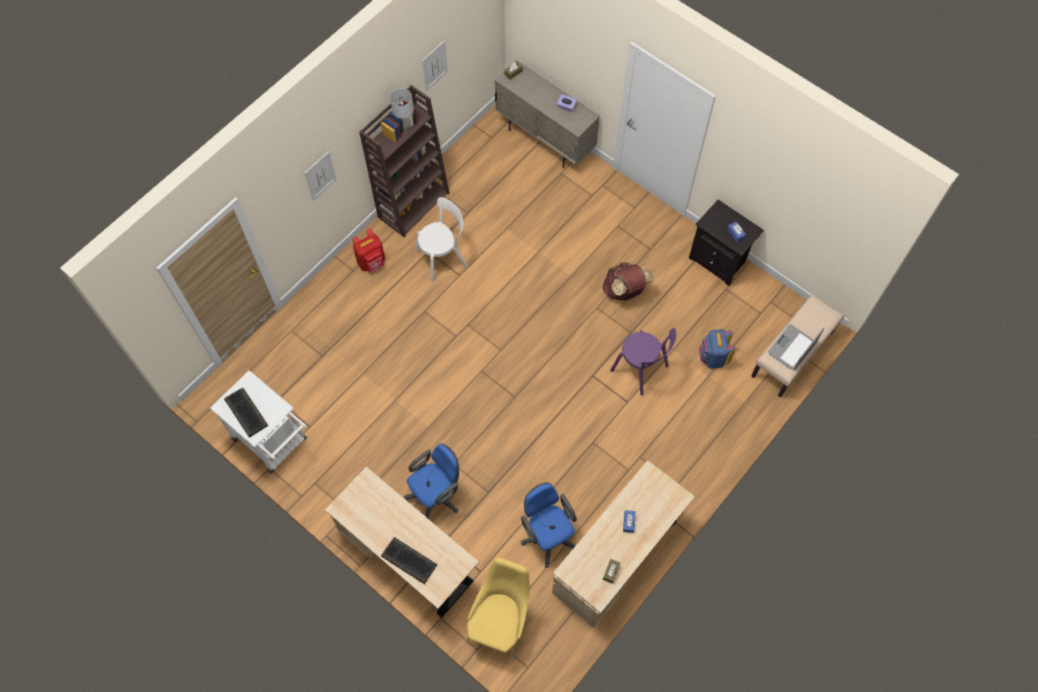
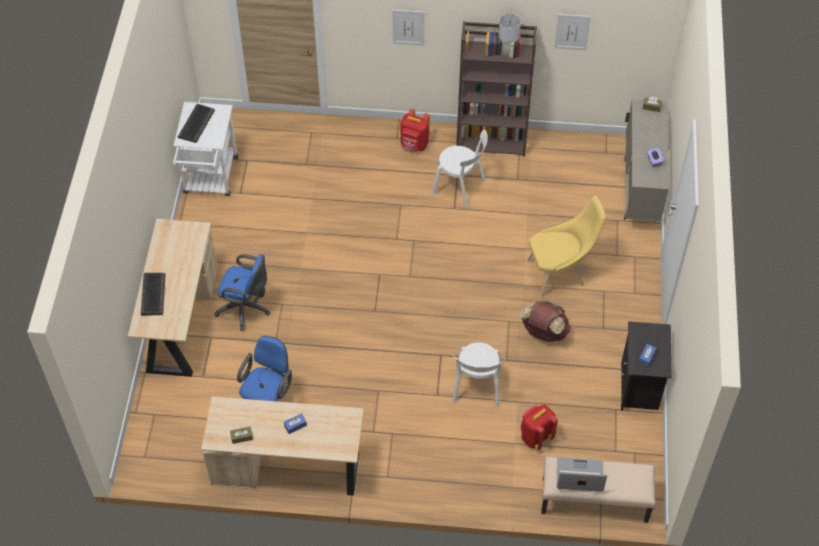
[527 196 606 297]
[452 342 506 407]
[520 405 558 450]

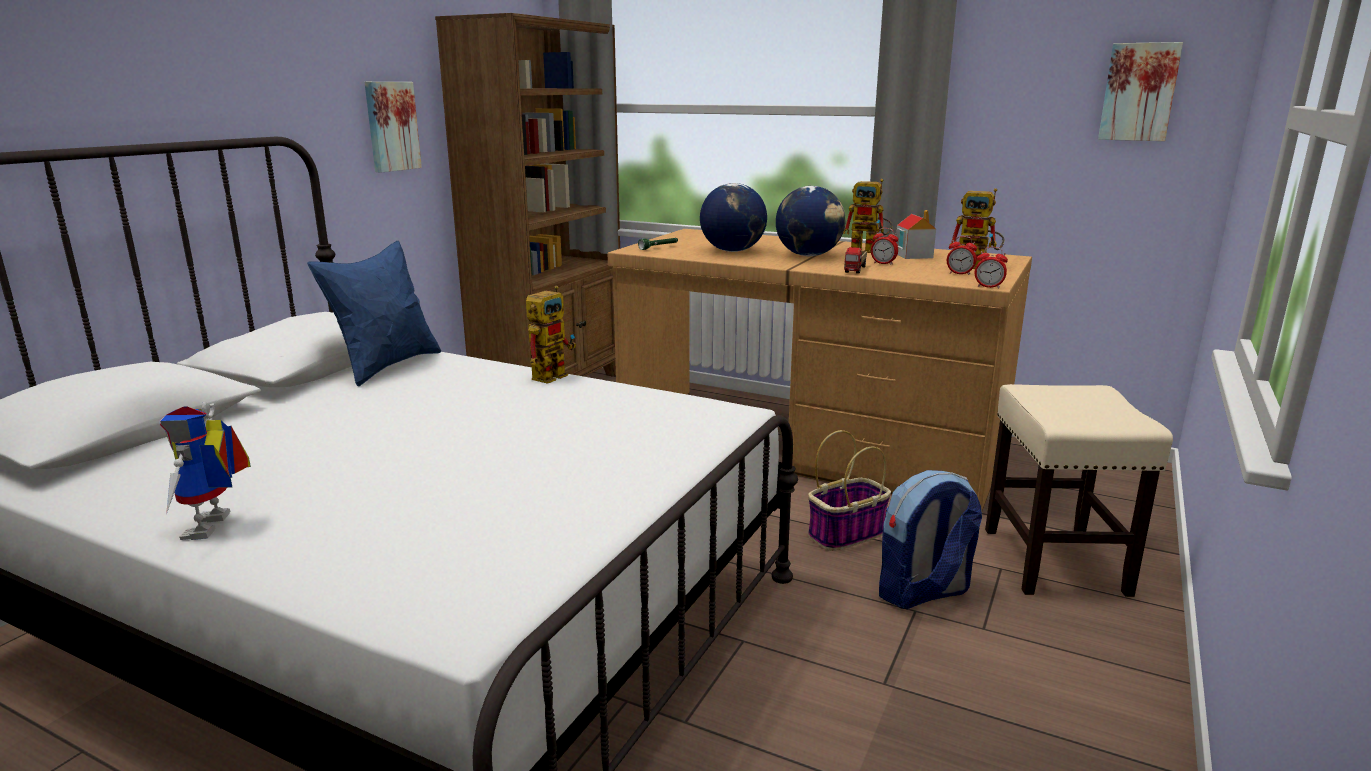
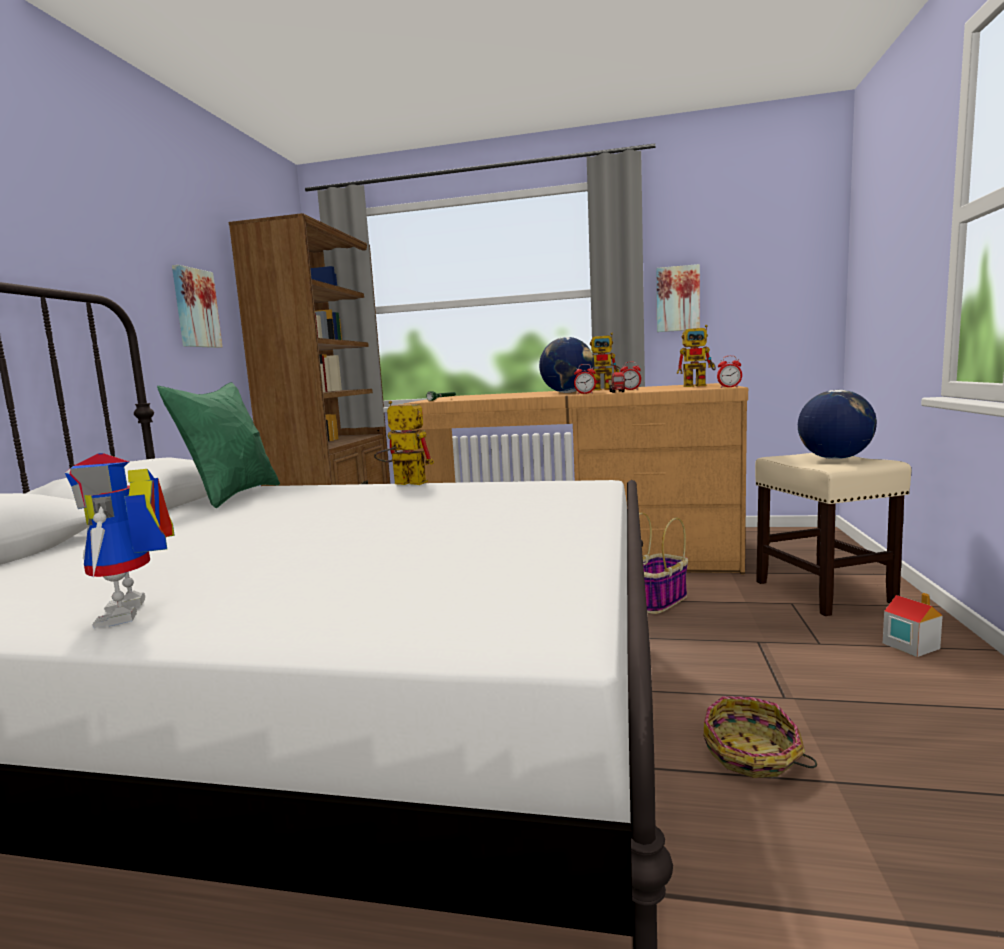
[879 470 982 609] (first image)
[704 696 817 778]
[798 390 877 459]
[883 593 943 657]
[574 364 596 394]
[656 264 700 332]
[157 382 280 508]
[374 401 434 485]

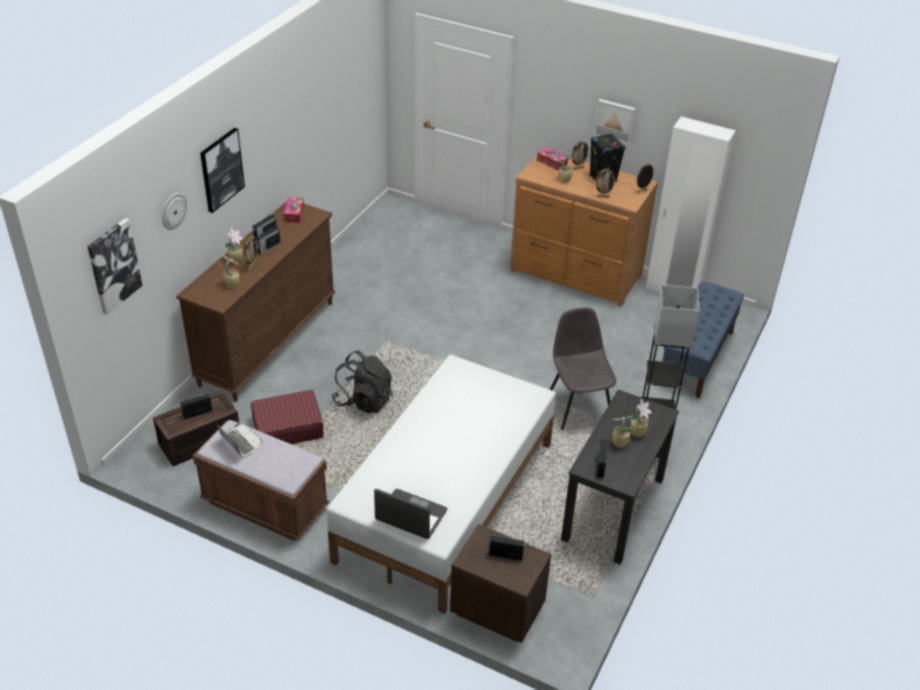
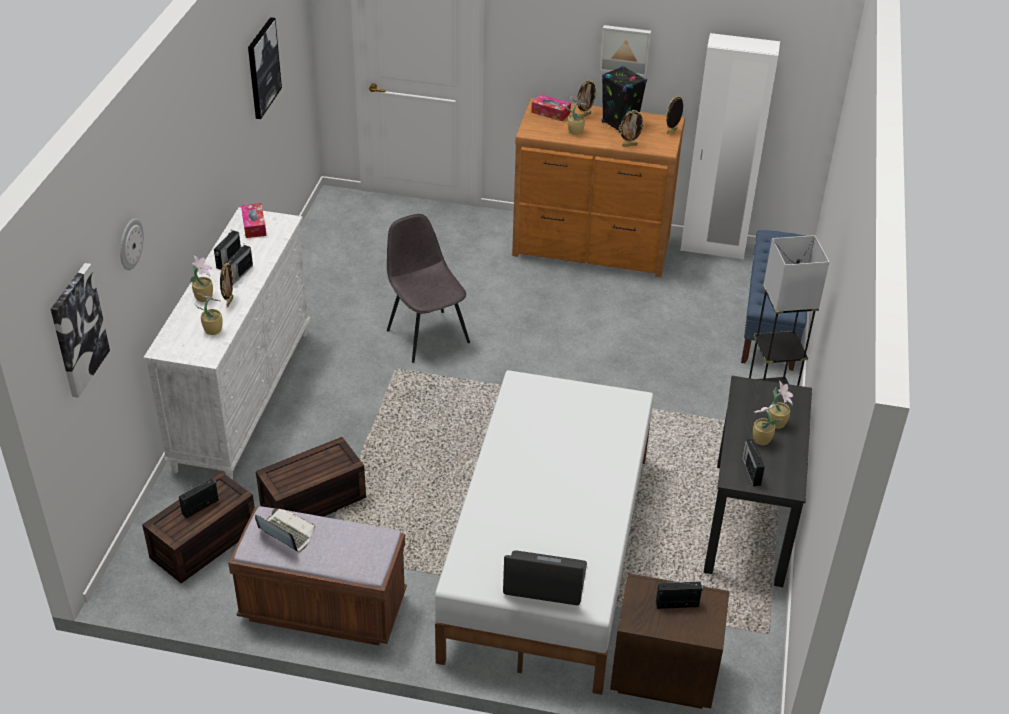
[332 351 393 413] (first image)
[248 17 282 119]
[387 214 470 363]
[256 437 366 517]
[143 207 311 480]

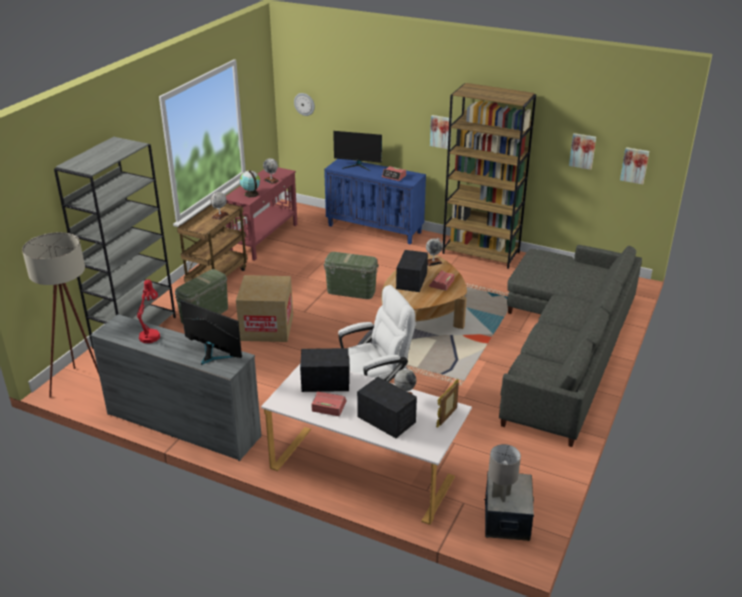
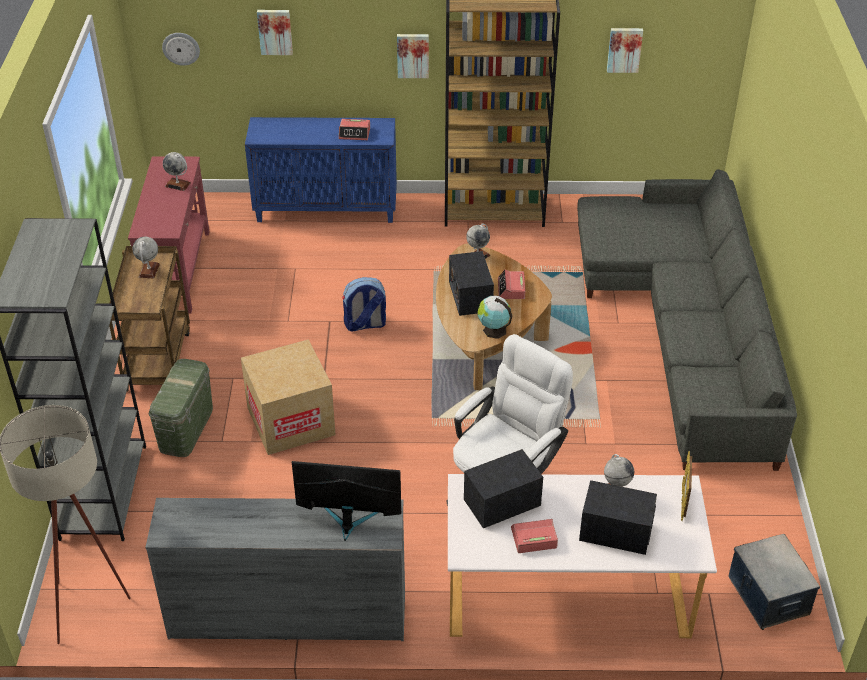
[137 279 160 343] (first image)
[333 131 382 171] (first image)
[488 444 521 502] (first image)
[477 296 512 339]
[257 10 293 55]
[342 277 386 332]

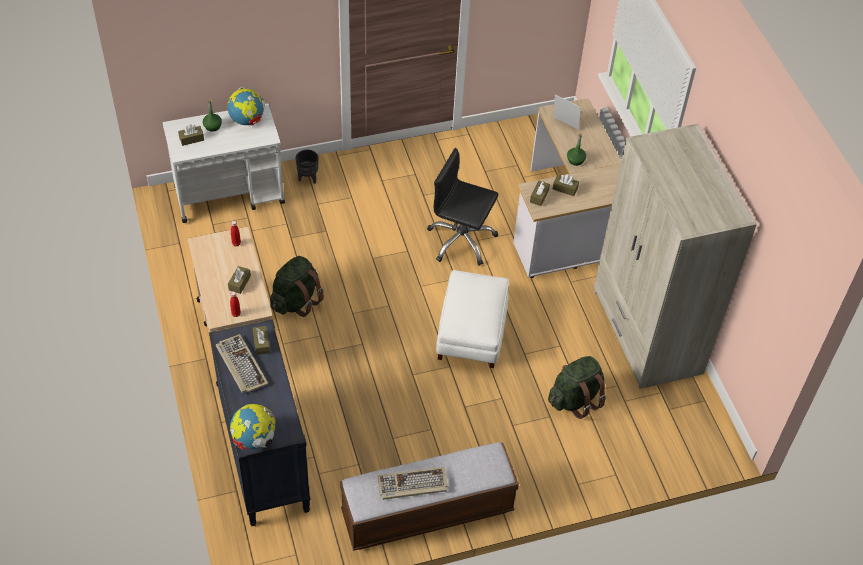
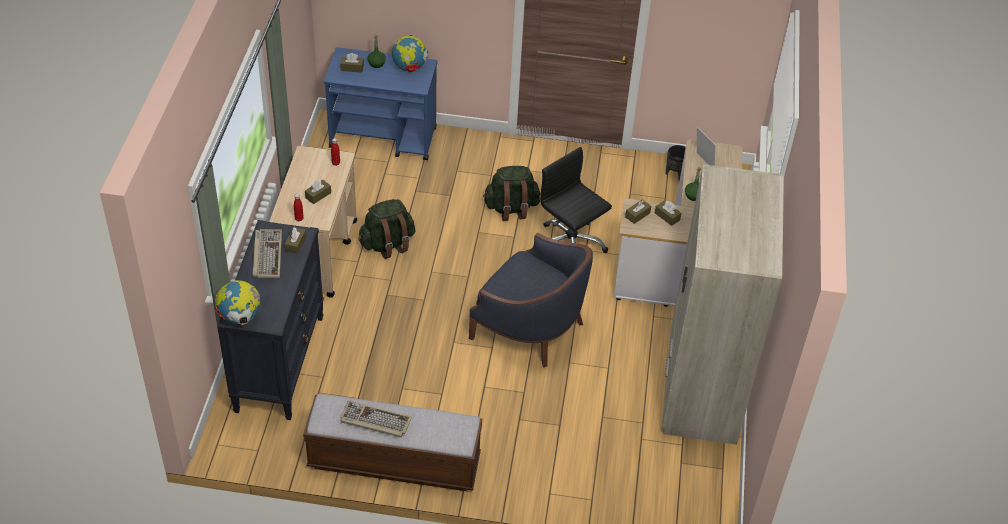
[665 145 686 181]
[483 166 540 221]
[469 232 593 367]
[324 47 437 160]

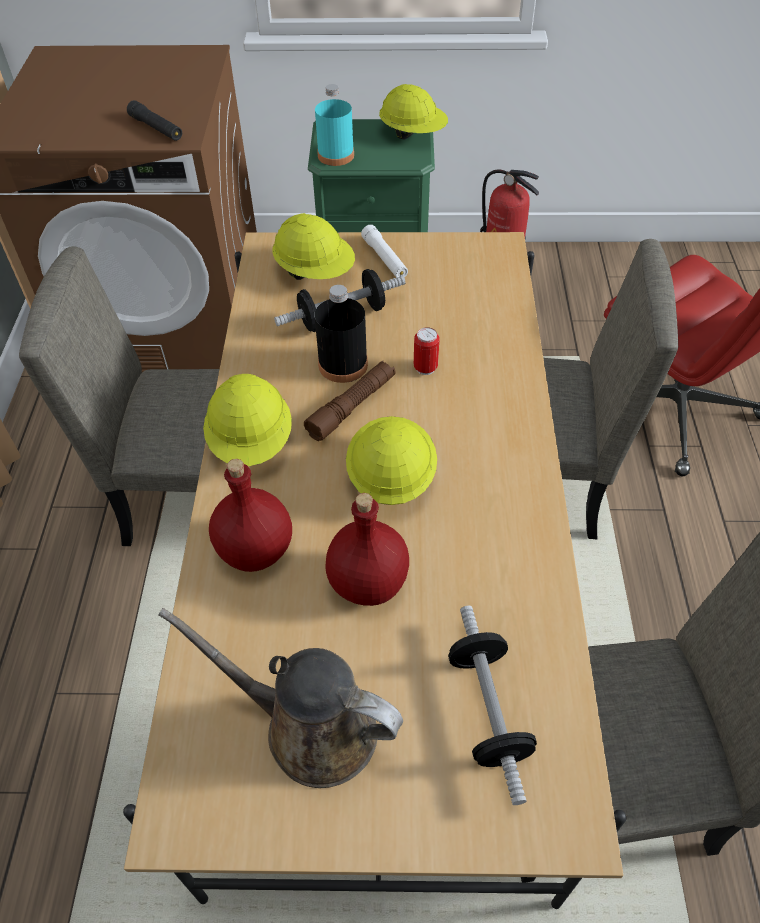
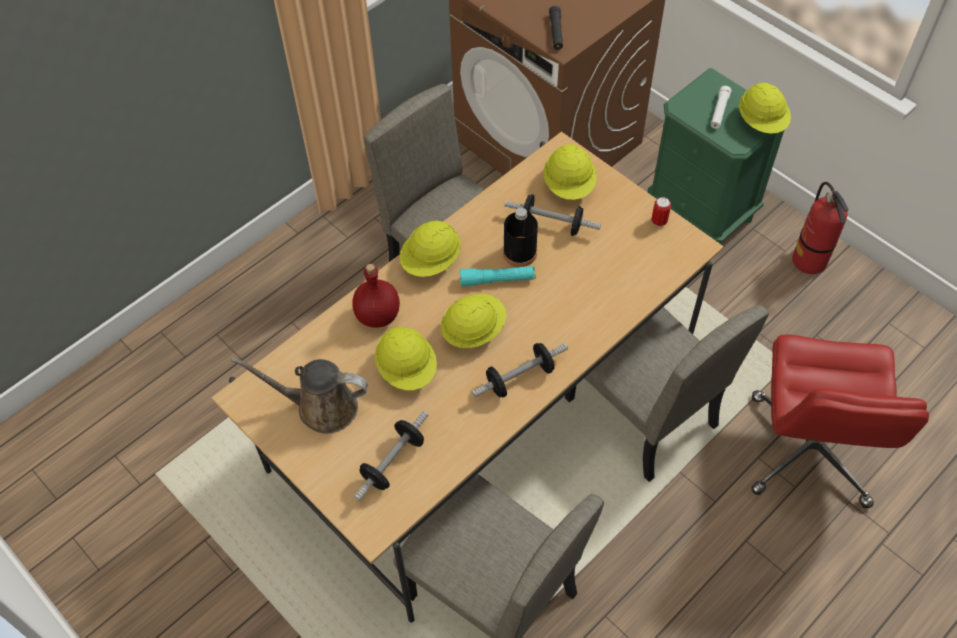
[315 84 354 166] (first image)
[471 343 568 397]
[711 86 731 129]
[652 197 671 227]
[375 327 437 390]
[460 266 536 286]
[231 357 368 434]

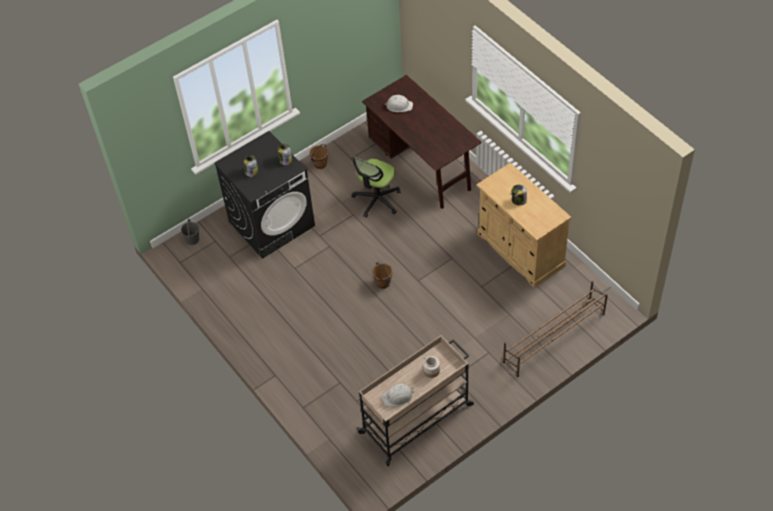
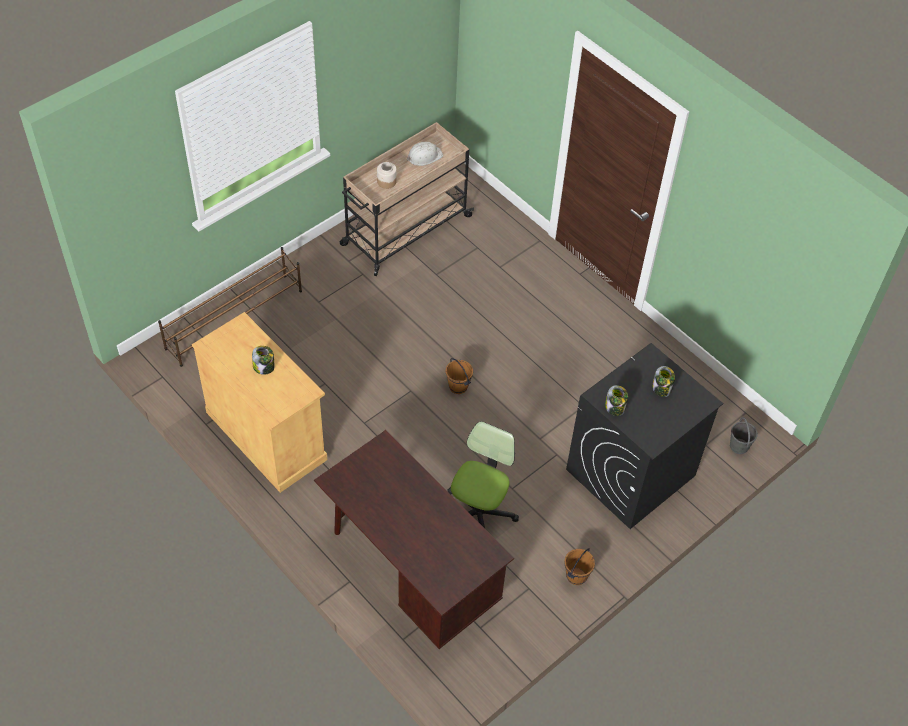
[385 95 413 112] (first image)

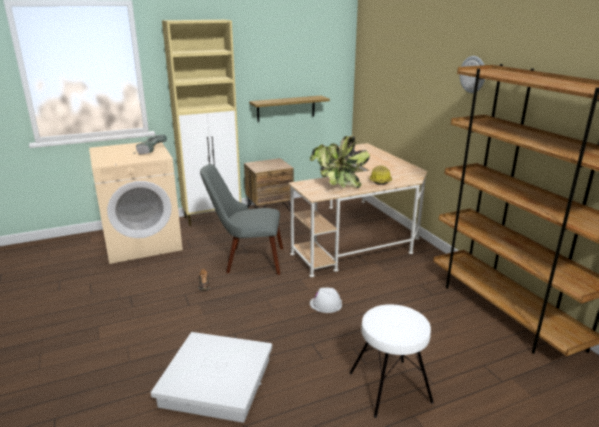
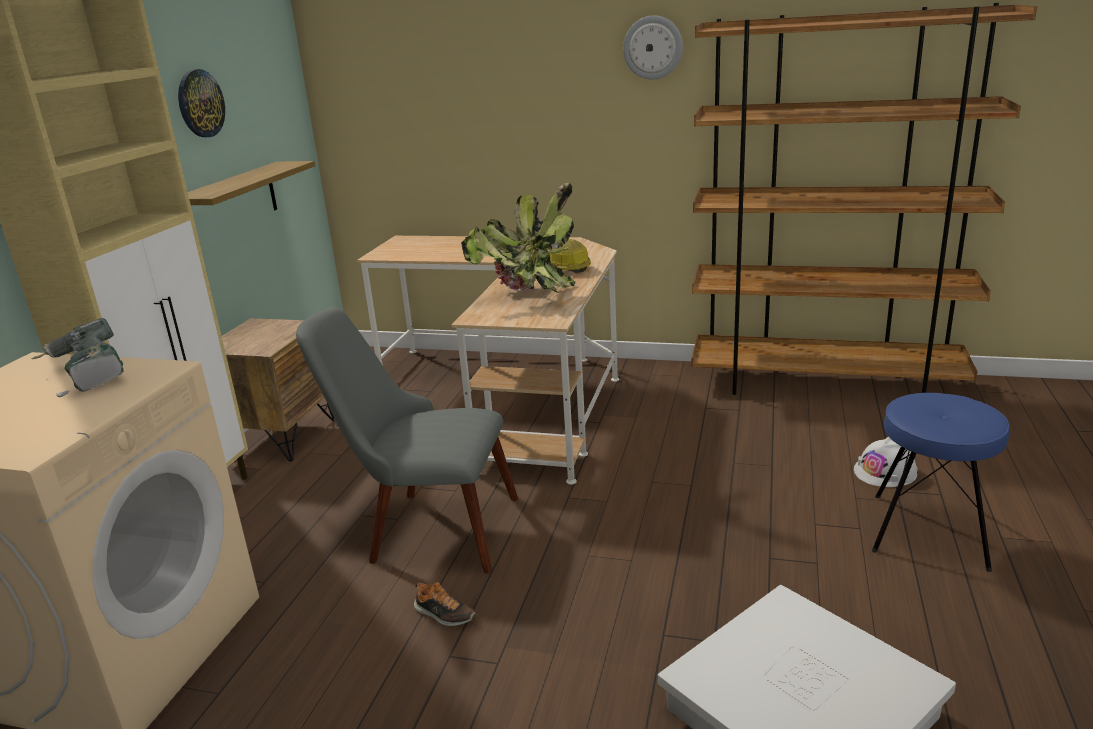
[178 69 225 137]
[854 437 917 487]
[872 393 1009 572]
[296 307 518 574]

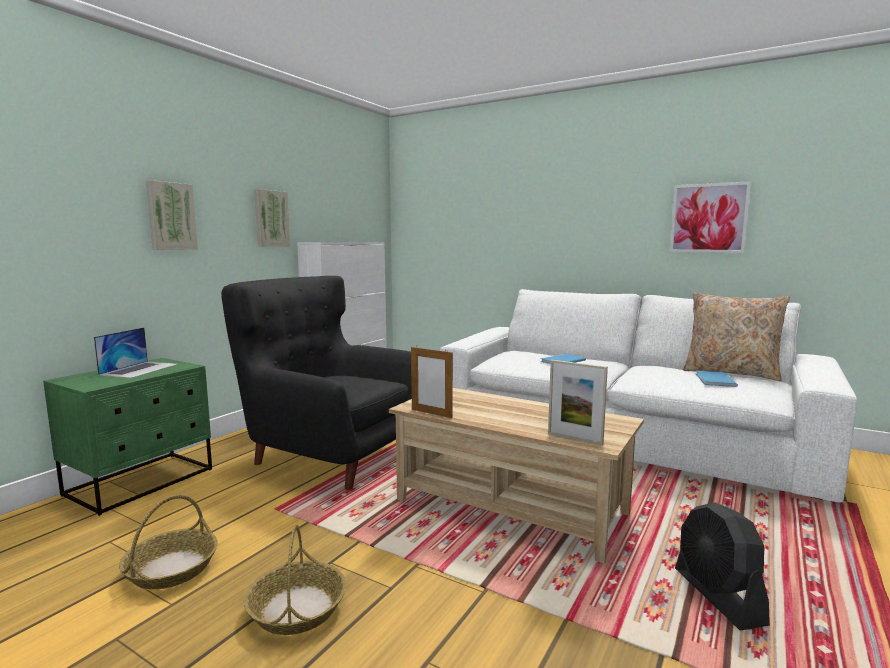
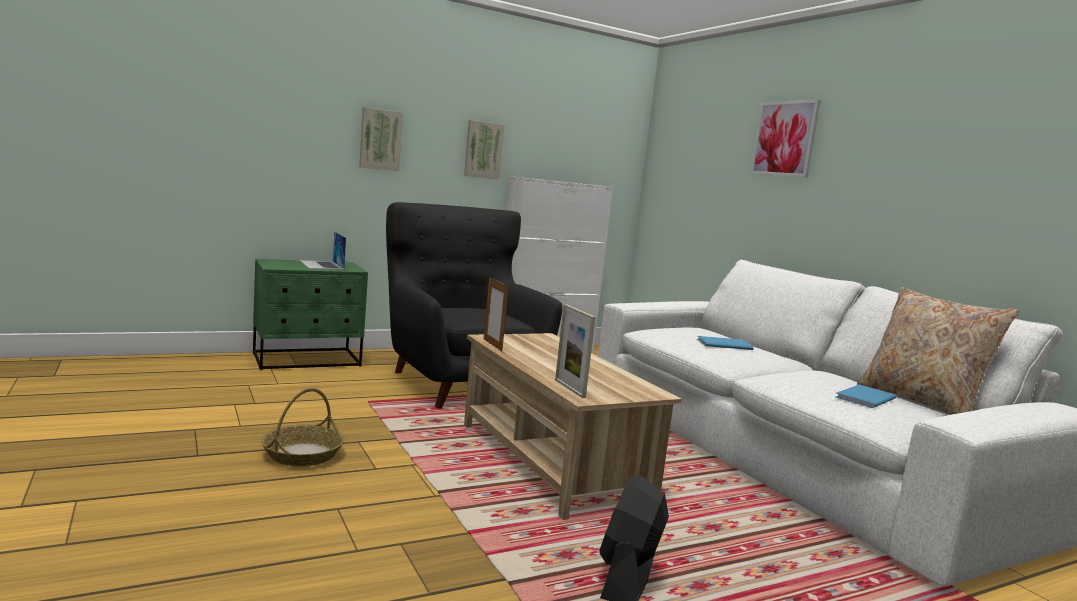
[119 495 218 589] (first image)
[750 99 821 178]
[299 232 346 270]

